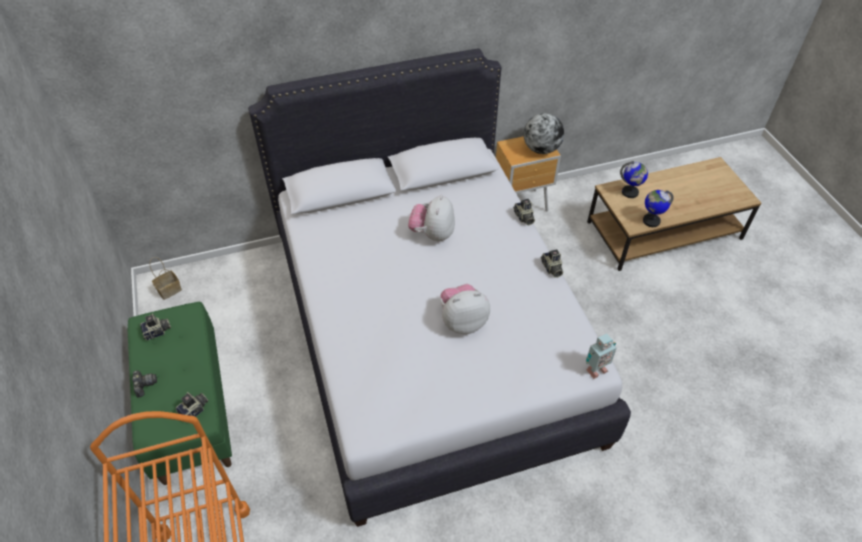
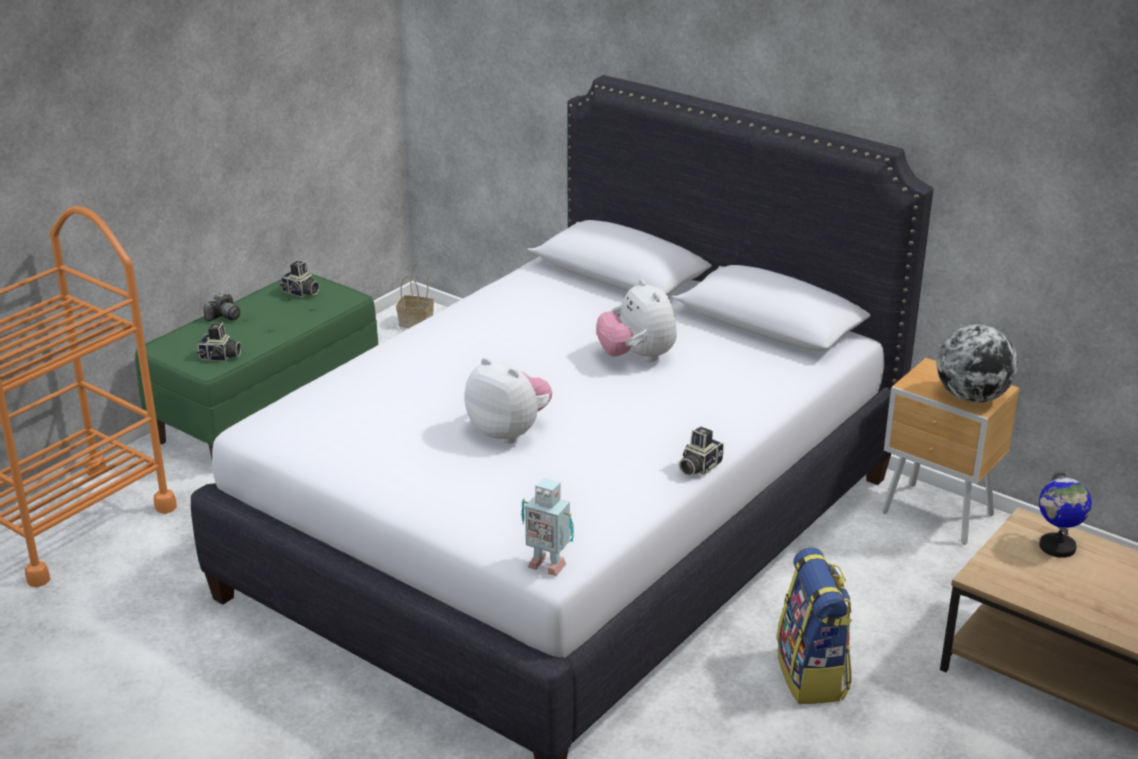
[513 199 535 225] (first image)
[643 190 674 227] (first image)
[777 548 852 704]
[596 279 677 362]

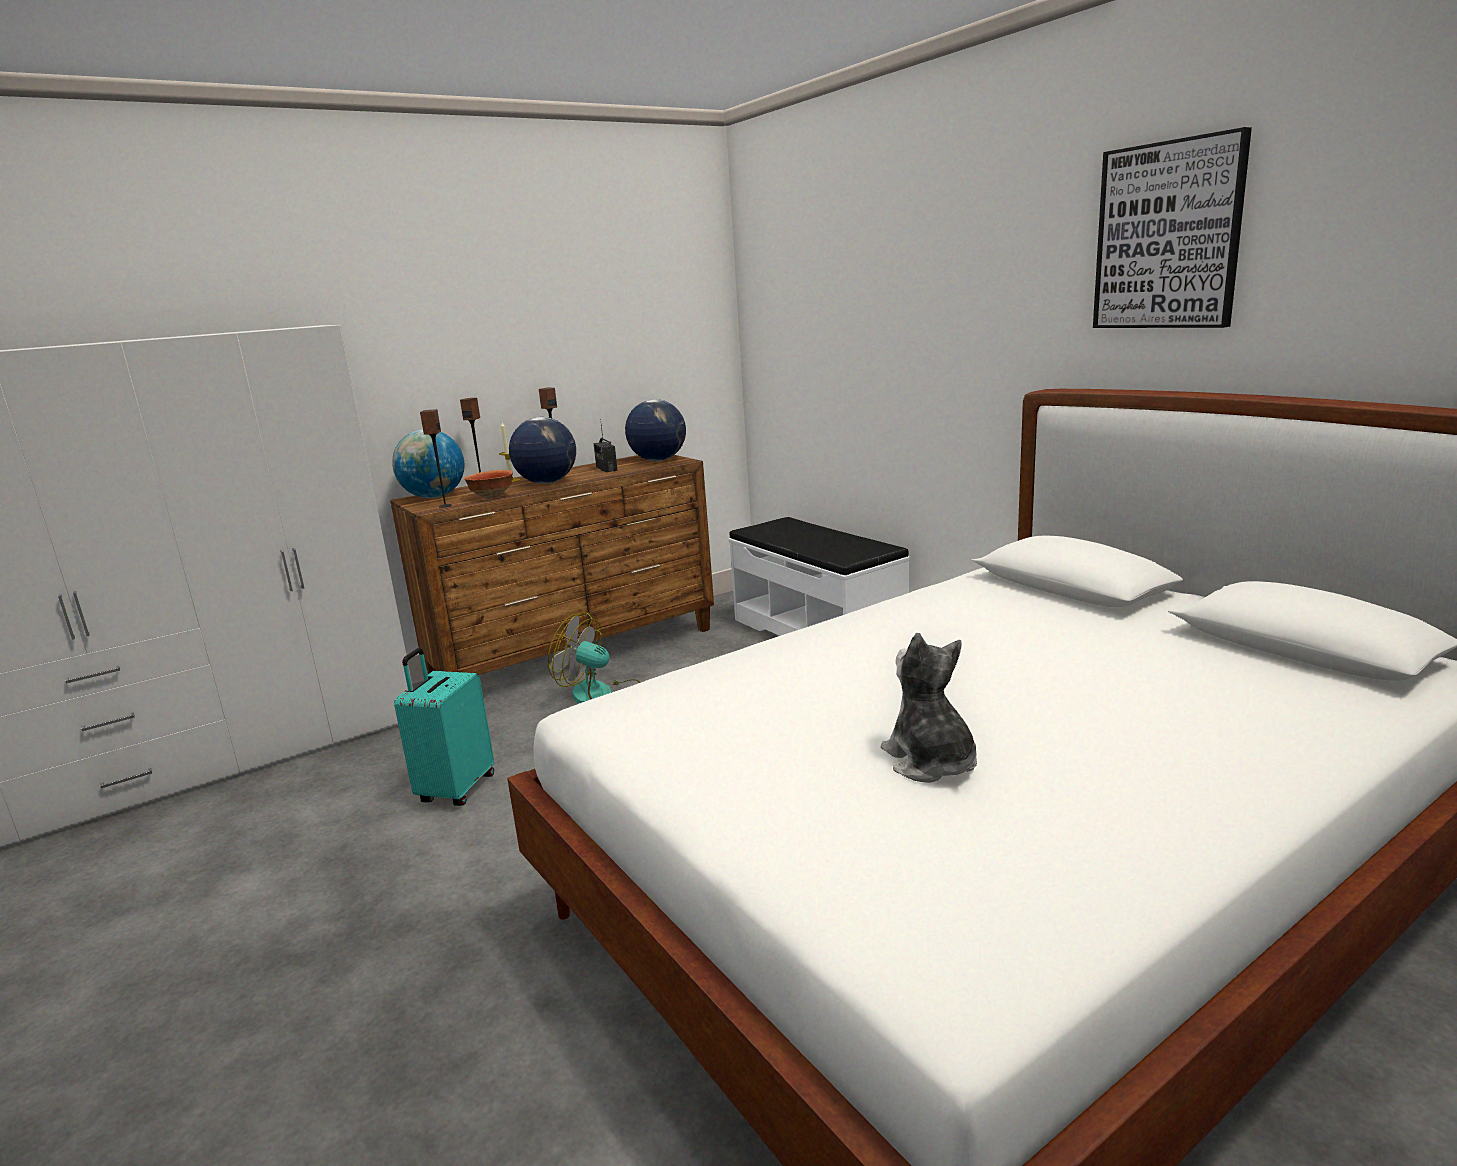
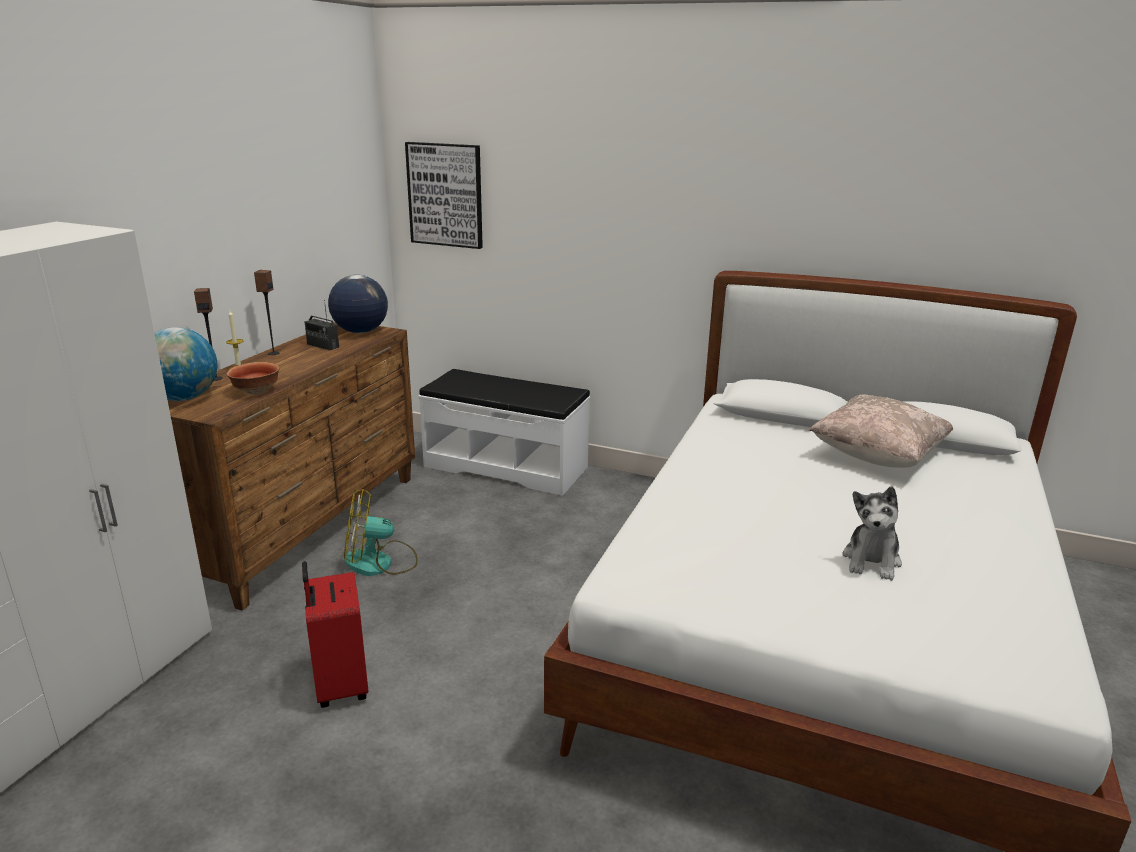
[420 409 452 508] (first image)
[509 417 576 484] (first image)
[809 395 953 468]
[405 142 483 249]
[302 561 369 708]
[843 486 902 581]

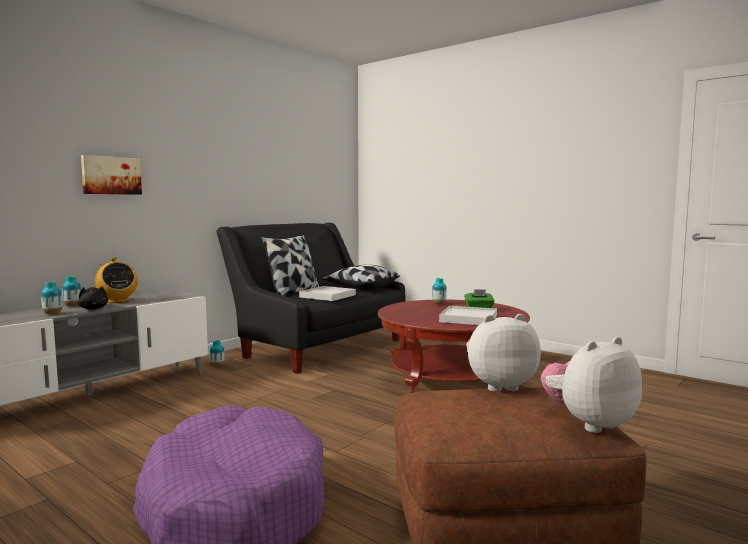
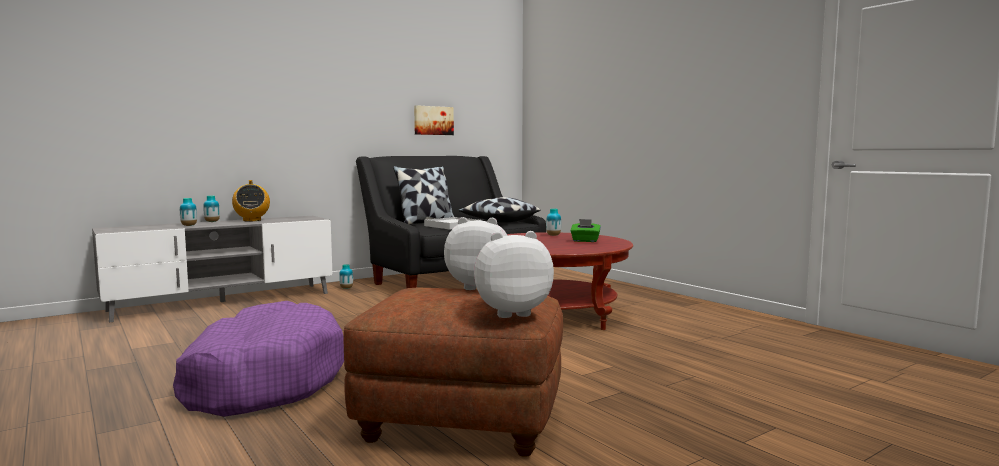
[77 286 108 310] (first image)
[439 306 497 325] (first image)
[414 105 454 135]

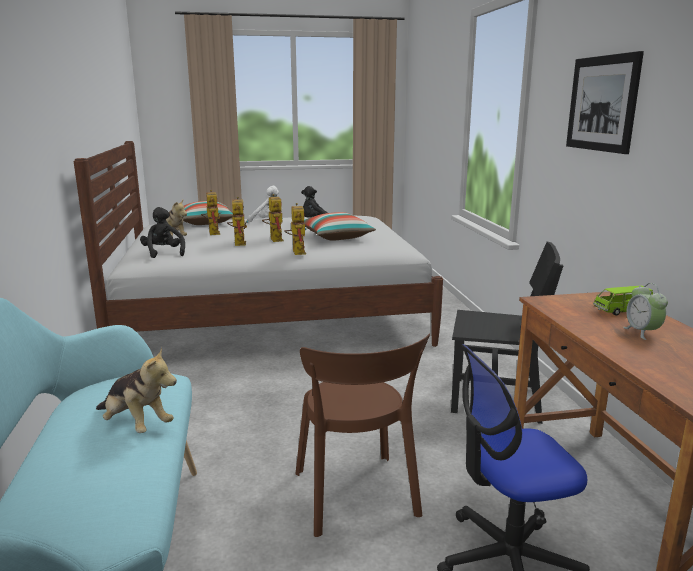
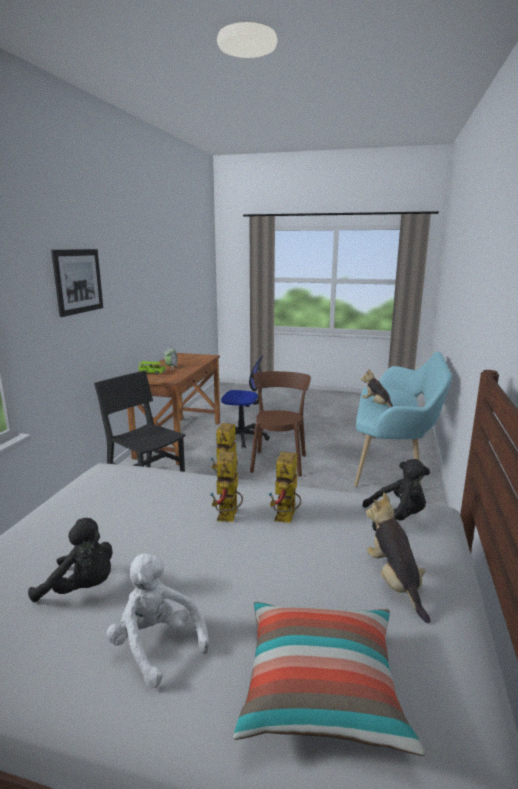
[201 190 221 235] (first image)
[304 212 376 241] (first image)
[362 459 430 531]

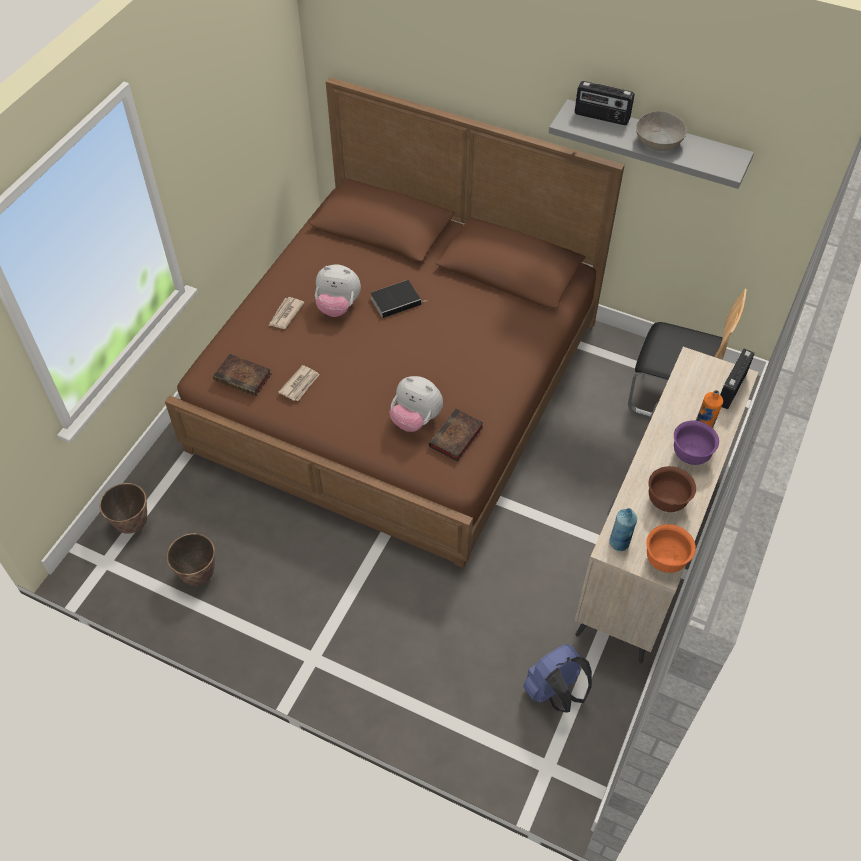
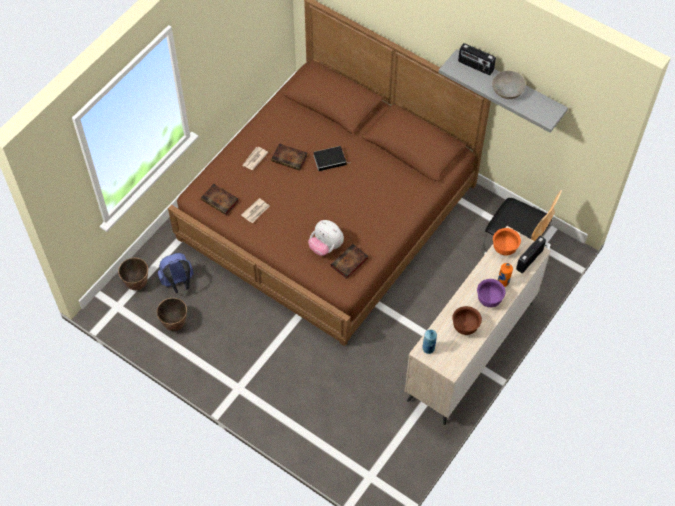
[158 253 194 293]
[493 228 521 255]
[271 143 308 171]

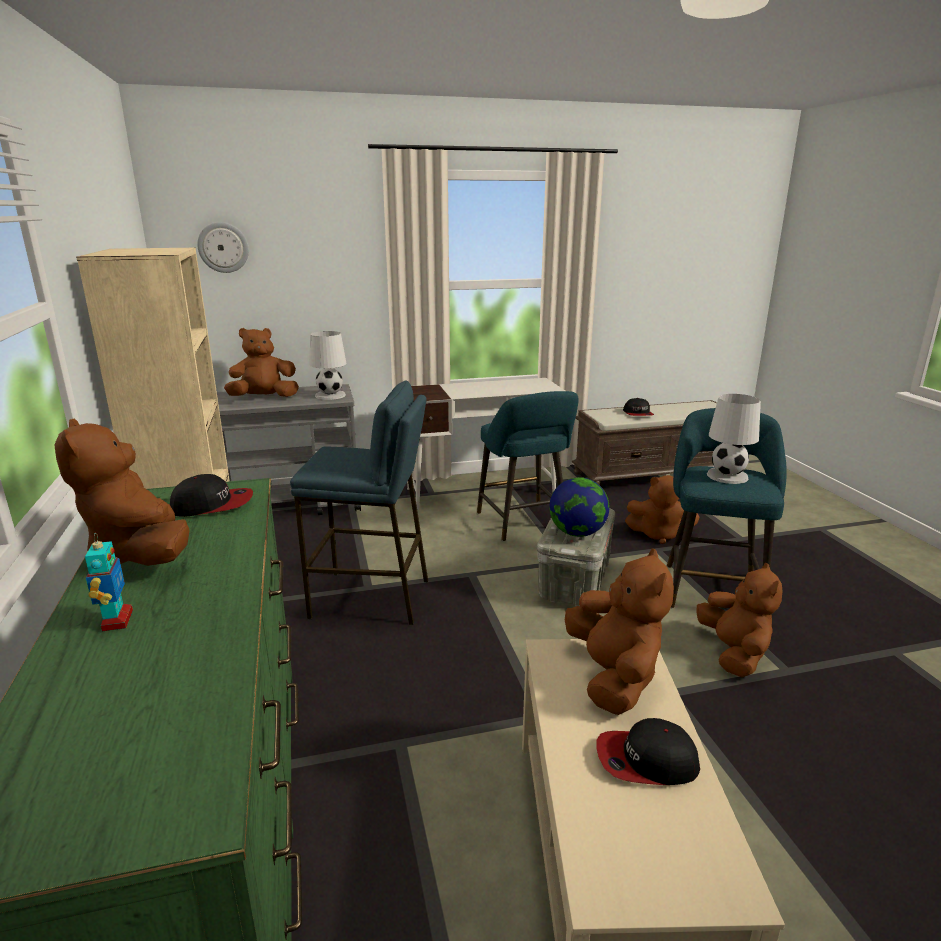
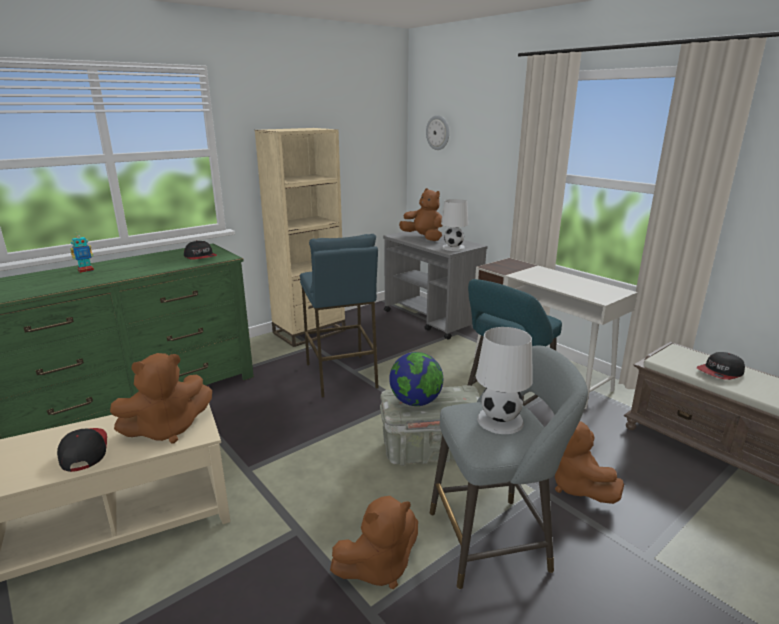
[54 418 190 566] (first image)
[430 346 588 589]

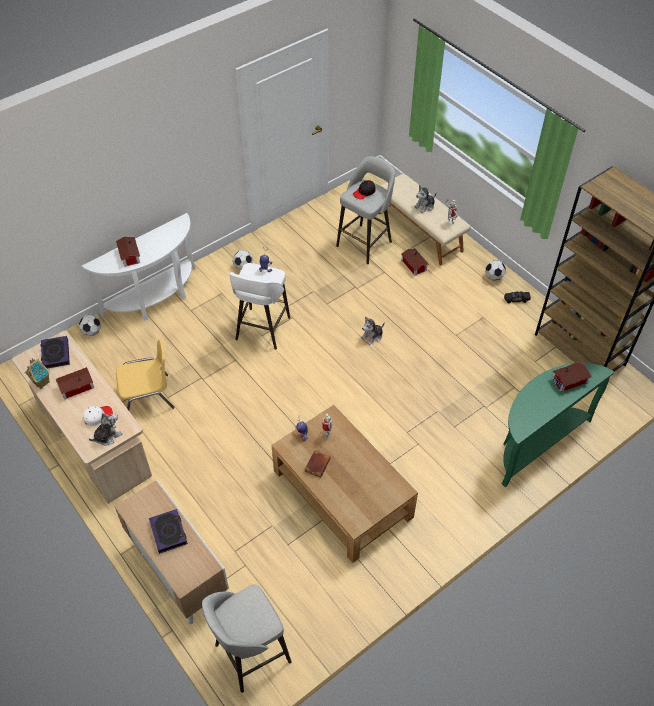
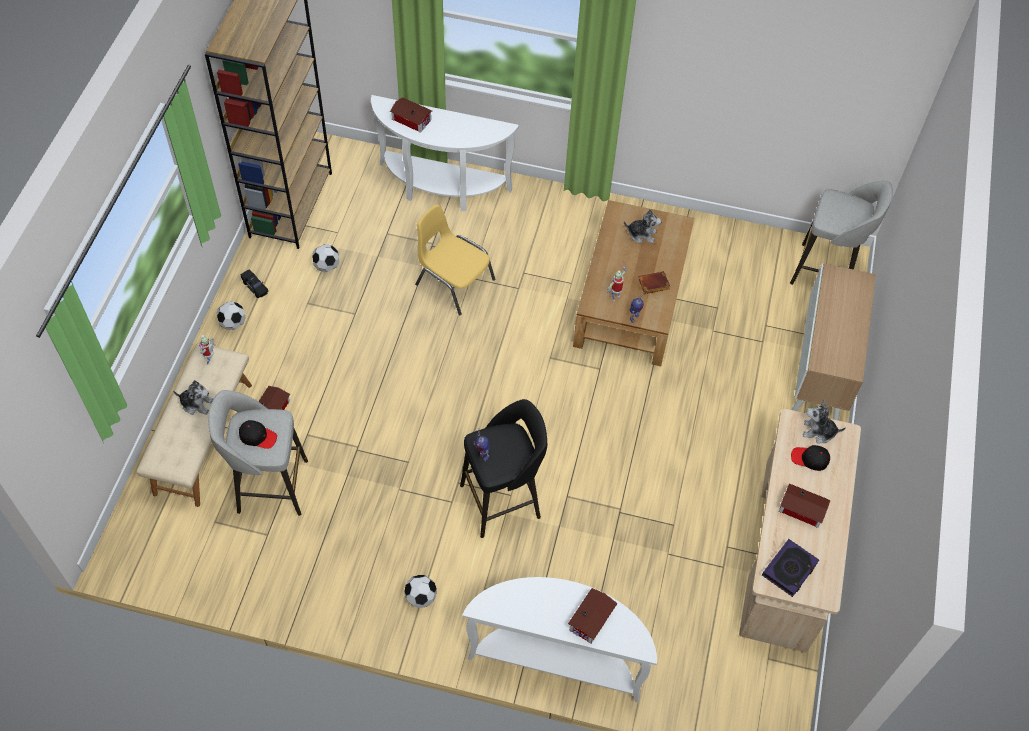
[25 358 50 389] (first image)
[149 509 188 554] (first image)
[312 244 339 272]
[415 204 495 316]
[624 209 662 244]
[791 445 830 471]
[460 399 547 538]
[371 95 519 212]

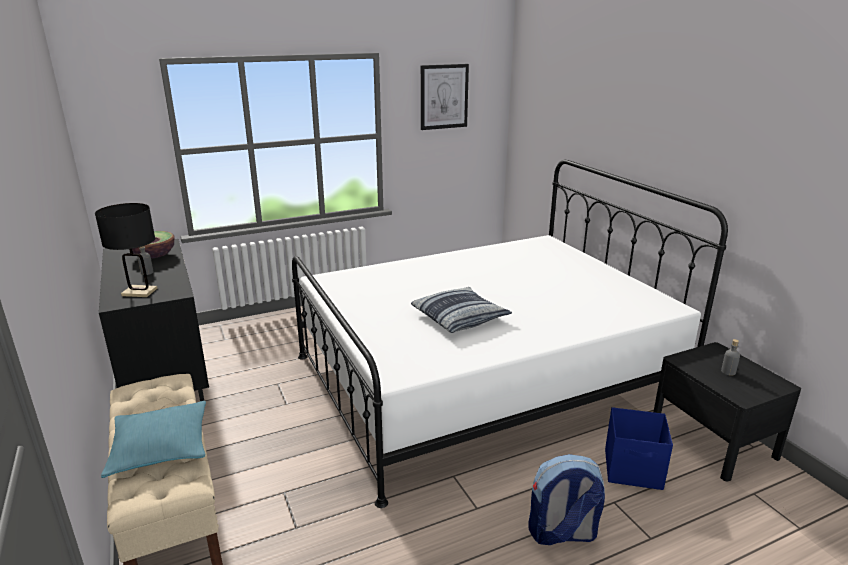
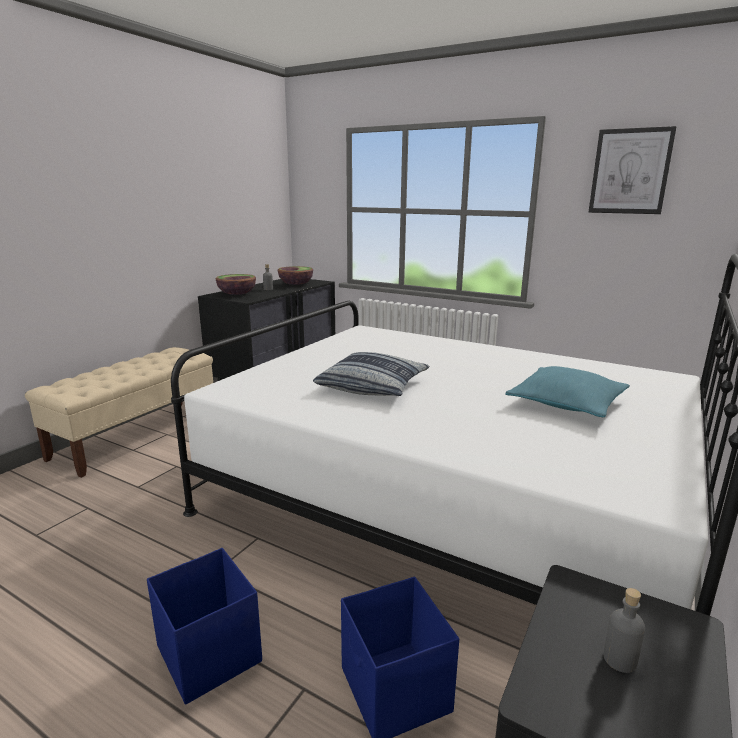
[505 366 630 417]
[216 274 256 295]
[147 548 262 704]

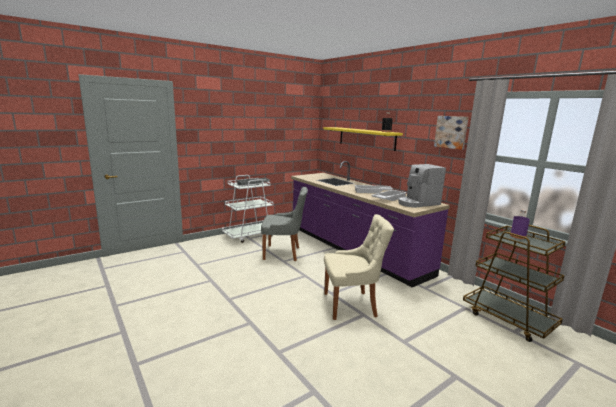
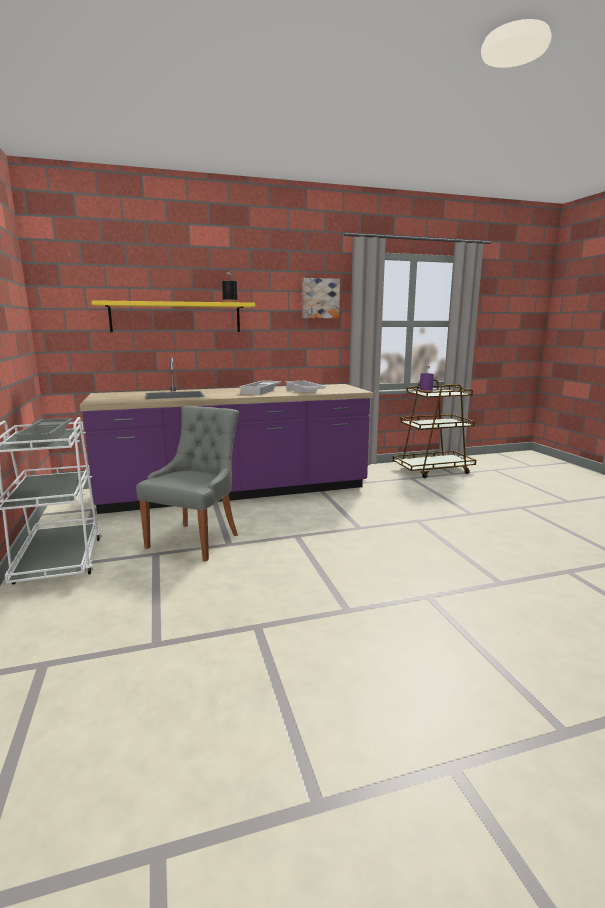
[324 214 394 320] (first image)
[398 164 446 208] (first image)

